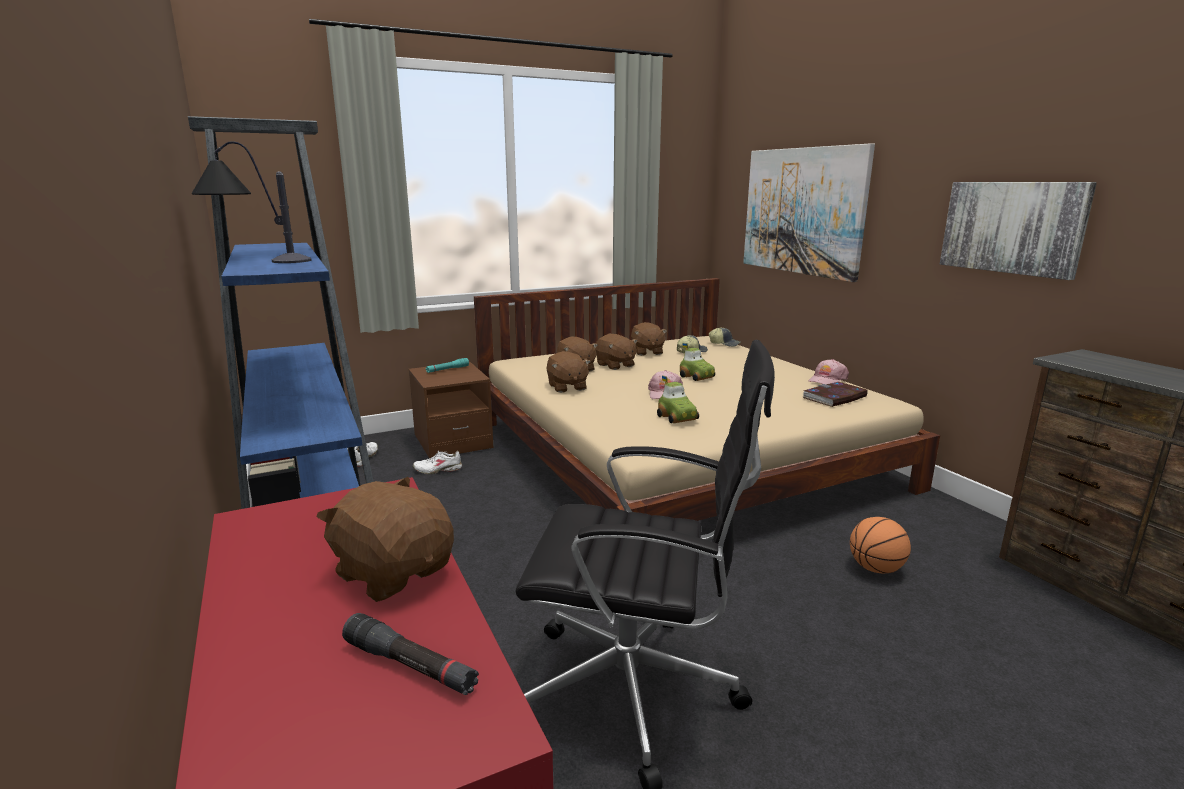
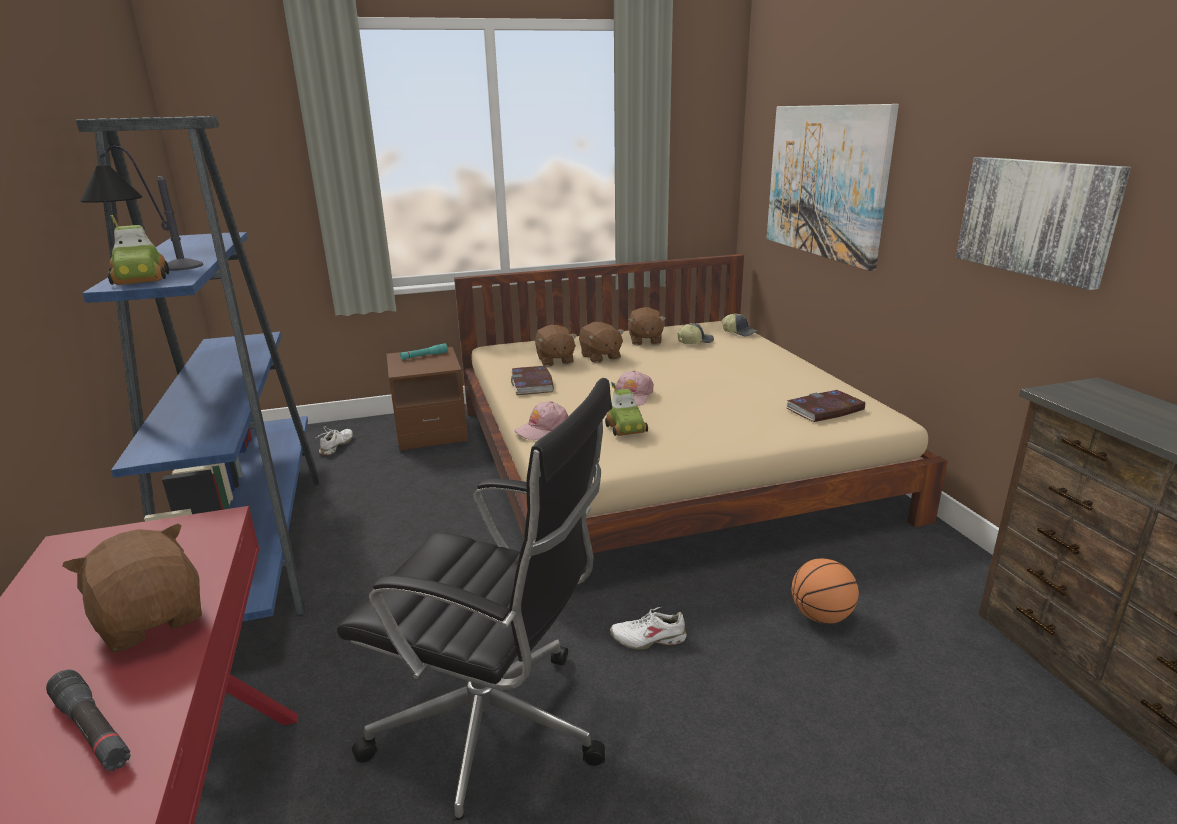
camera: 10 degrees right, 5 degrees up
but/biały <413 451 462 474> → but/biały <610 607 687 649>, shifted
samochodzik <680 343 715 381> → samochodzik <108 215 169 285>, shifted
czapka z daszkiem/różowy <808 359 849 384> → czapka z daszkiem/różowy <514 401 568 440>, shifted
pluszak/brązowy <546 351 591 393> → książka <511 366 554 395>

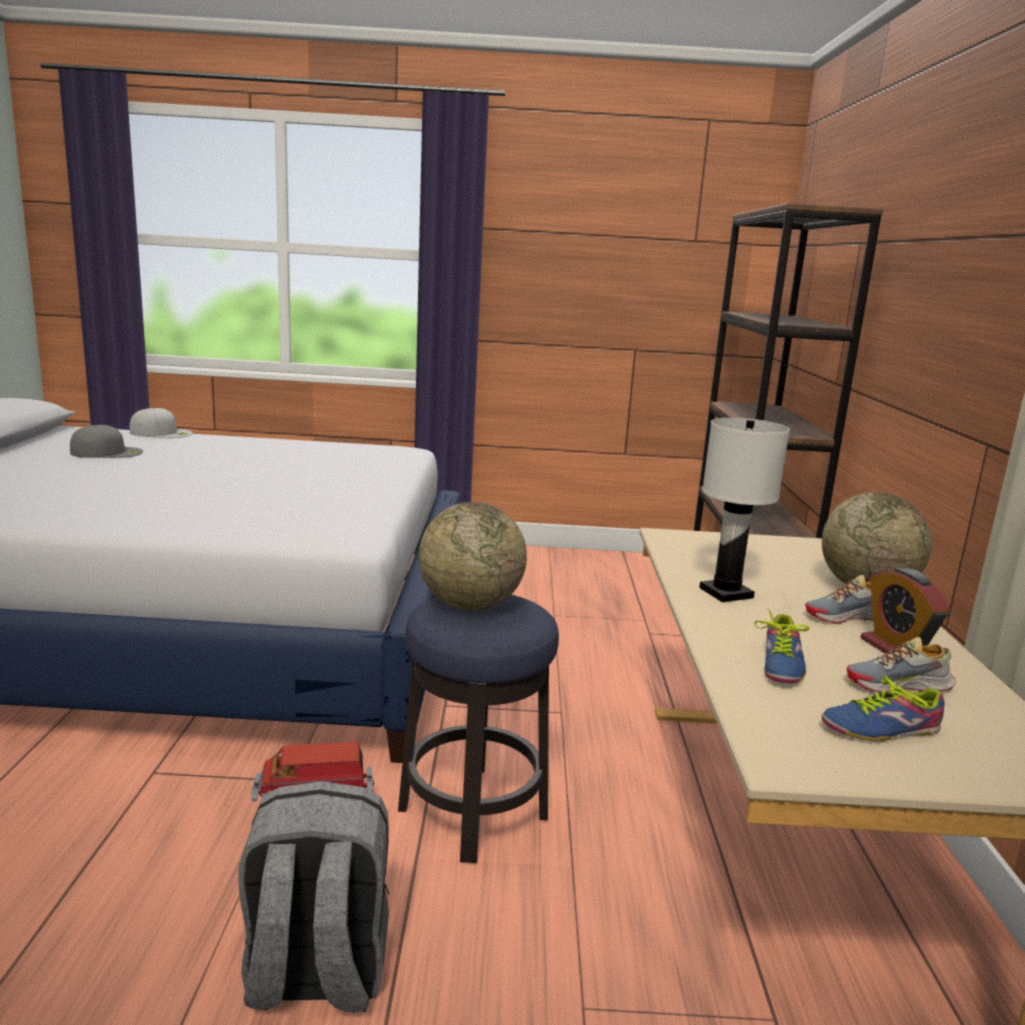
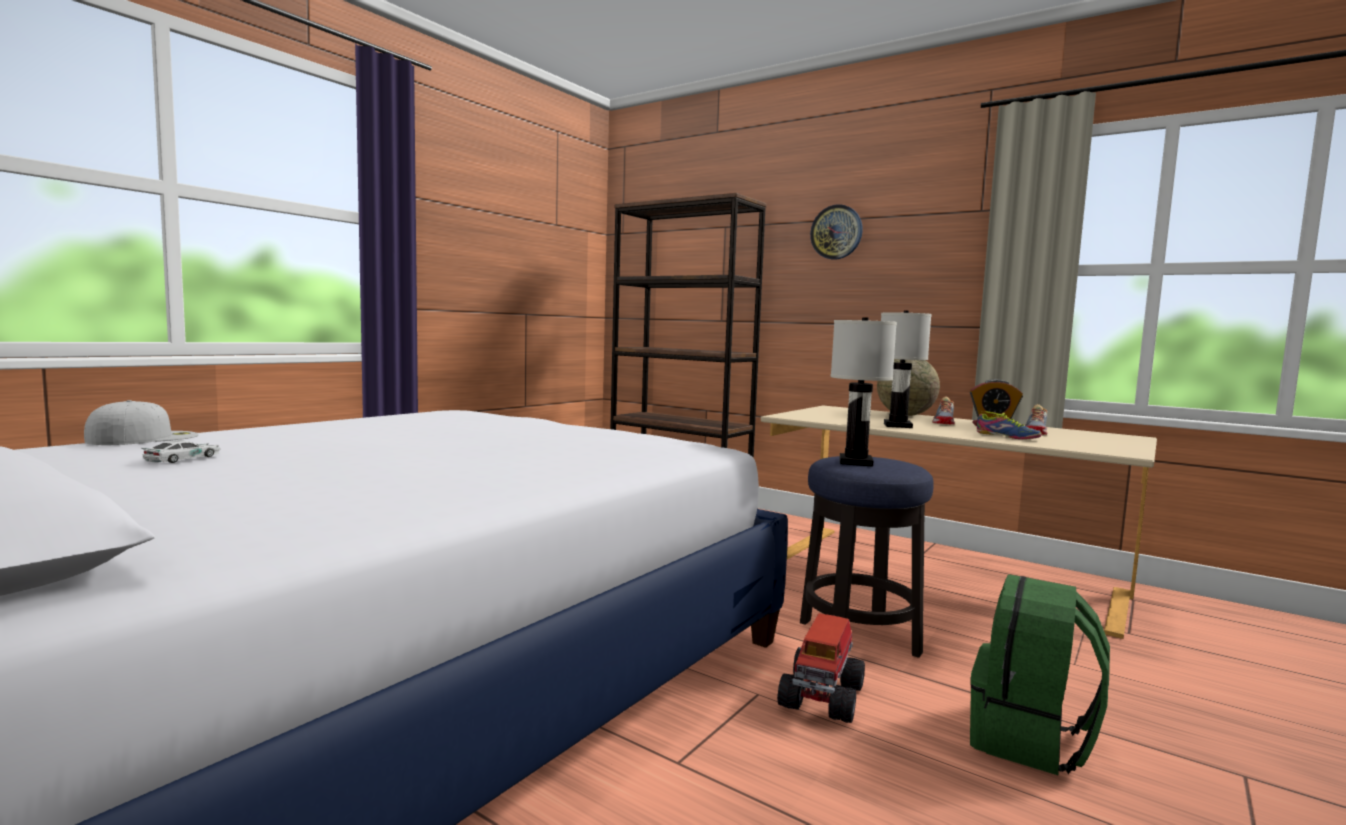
camera: 55 degrees left, 10 degrees down
but <821 675 945 741> → -
- → zegar ścienny <810 204 863 260>
czapka z daszkiem/szary <70 425 143 458> → samochodzik <141 440 221 463>
globus <419 502 527 611> → lampa stołowa/biały <831 317 897 467>
plecak/szary <238 781 389 1012> → plecak/zielony <970 574 1110 775>

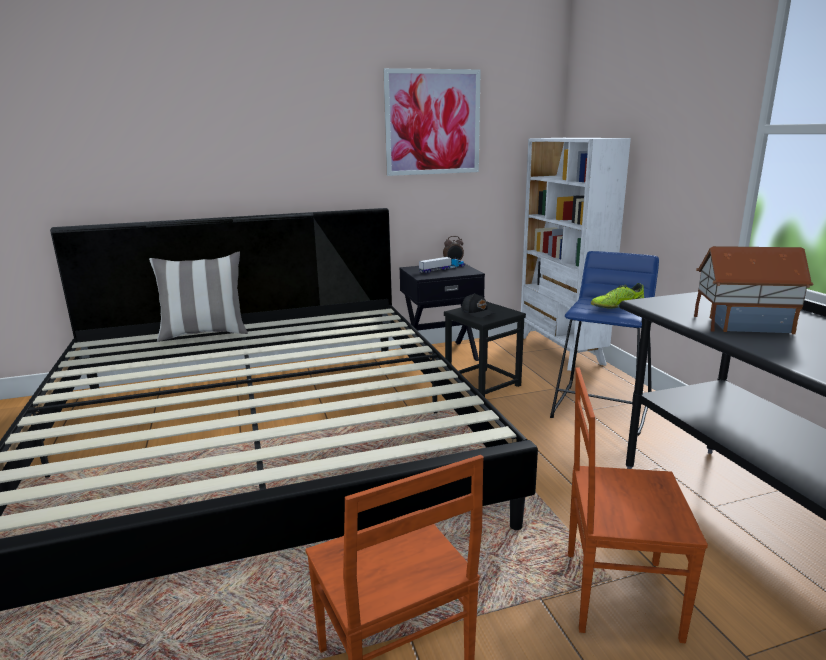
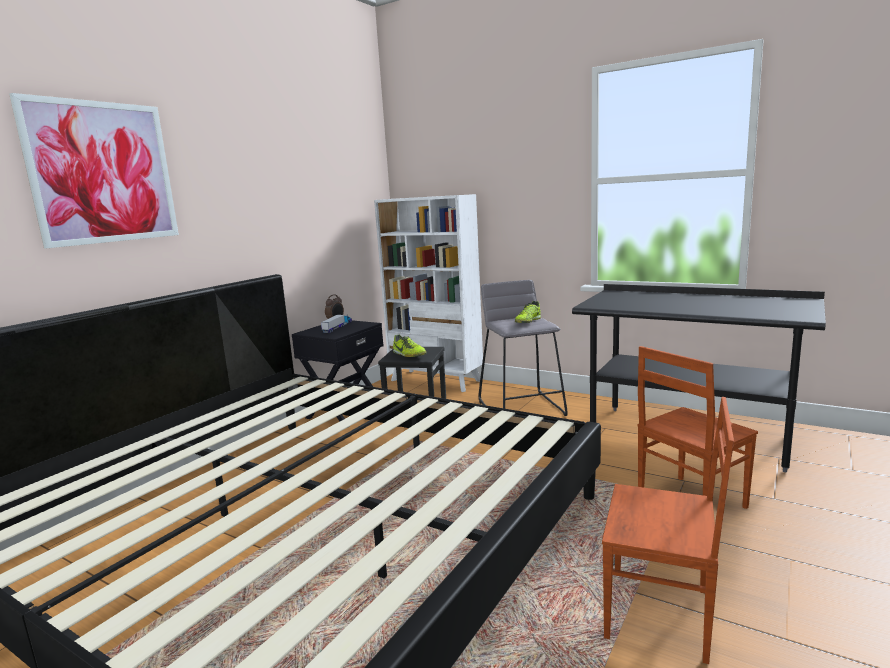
camera: 40 degrees left, 5 degrees down
poduszka <149 252 248 342> → -
domek <694 246 814 334> → -
obraz <384 68 481 176> → obraz <9 93 179 249>, shifted
czapka z daszkiem/czarny <462 293 496 318> → but <393 335 427 357>
stołek/niebieski <550 251 659 436> → stołek/szary <479 280 568 416>

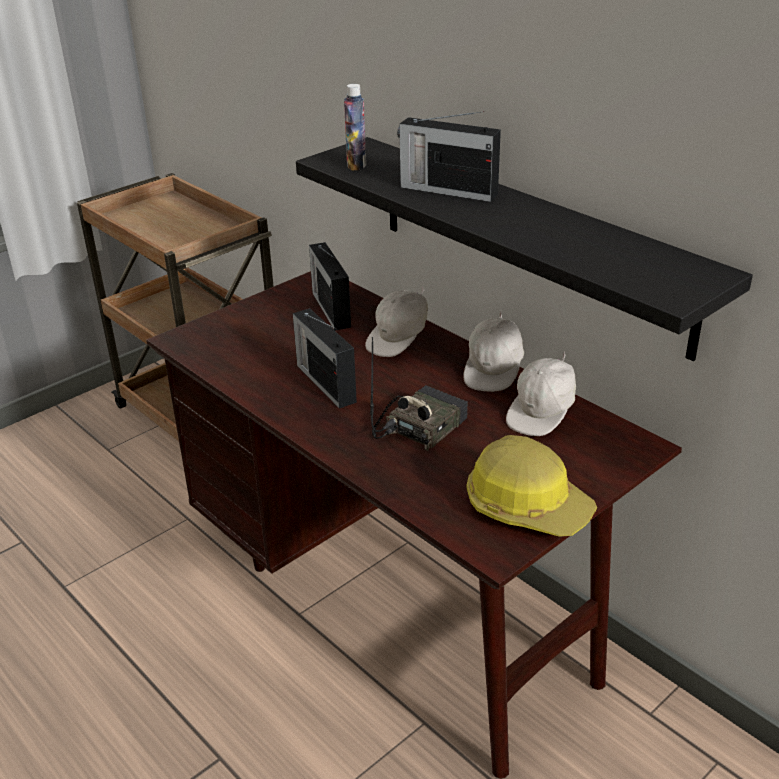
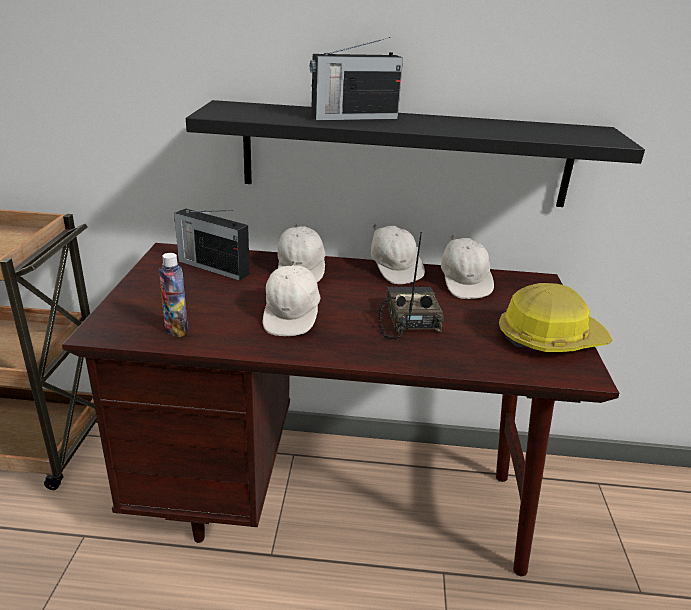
camera: 45 degrees left, 5 degrees down
butelka <344 84 366 171> → butelka <159 253 188 337>, shifted
radio <293 308 357 409> → czapka z daszkiem/biały <263 261 320 336>

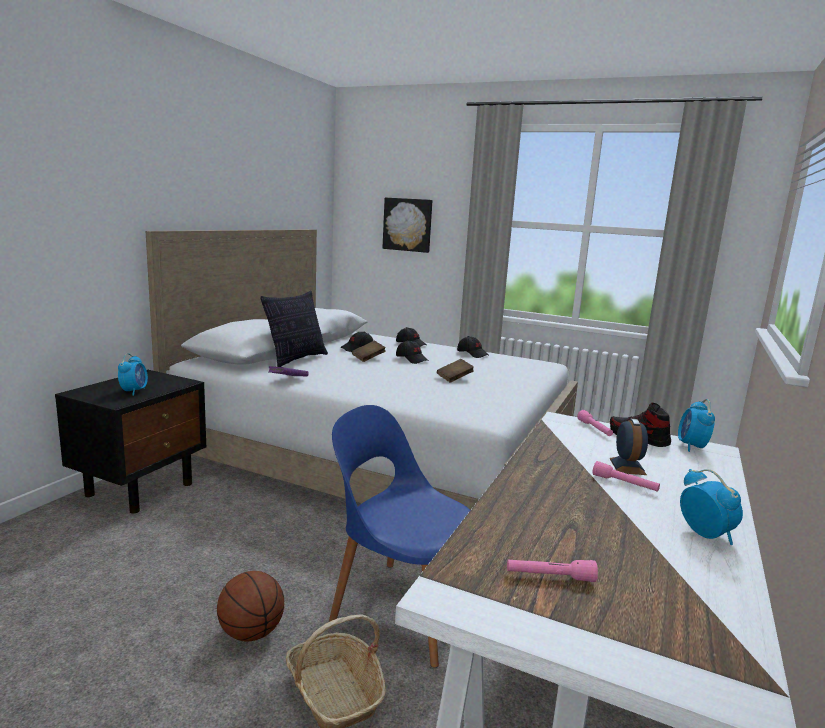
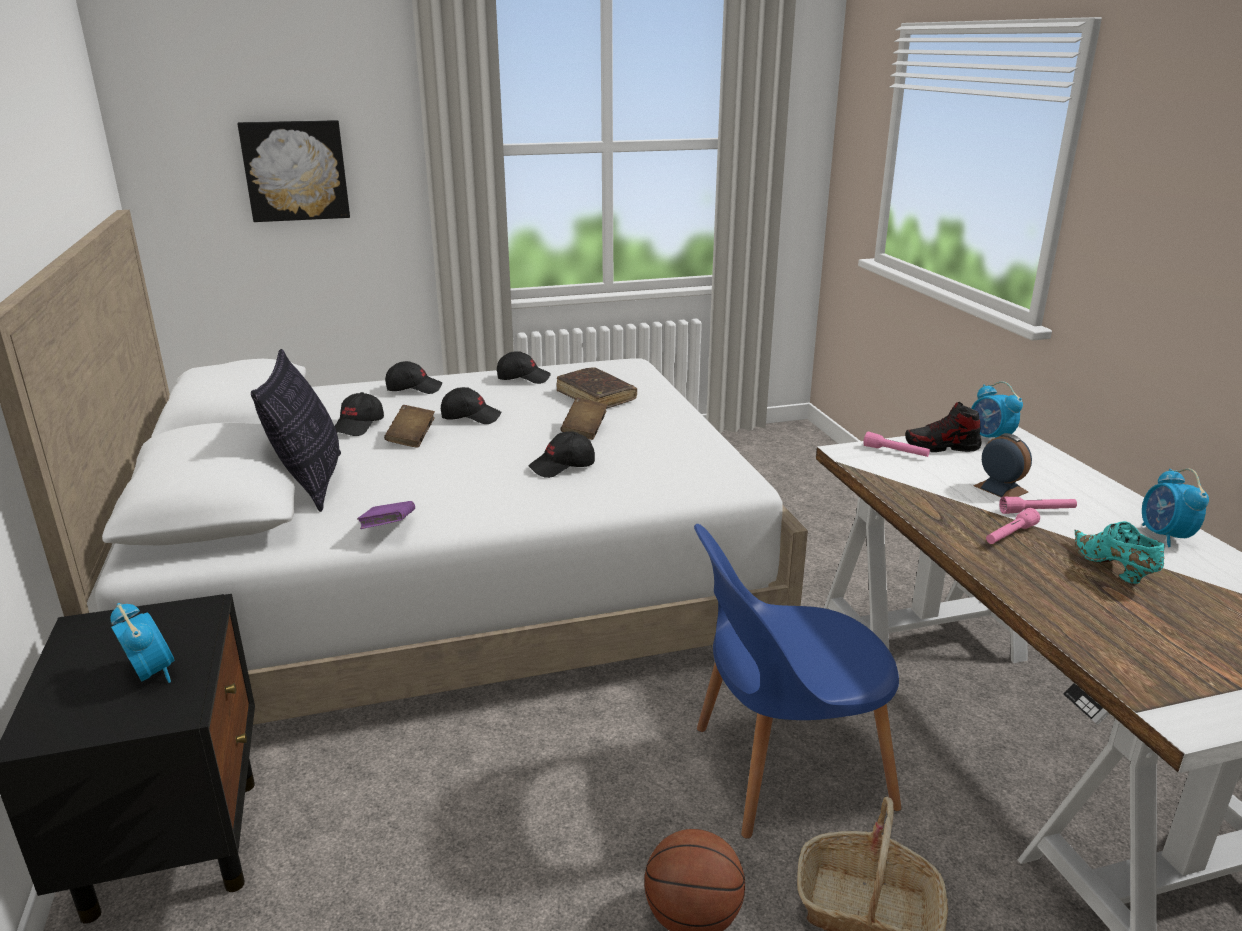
camera: 40 degrees left, 10 degrees up
- → czapka z daszkiem/czarny <528 431 595 478>
- → książka/brązowy <557 367 637 409>
- → but/turkusowy <1074 521 1164 584>
latarka/różowy <507 559 598 582> → latarka/różowy <986 508 1040 544>, shifted
budzik <680 469 743 545> → budzik <1142 468 1209 547>, 120 degrees counterclockwise

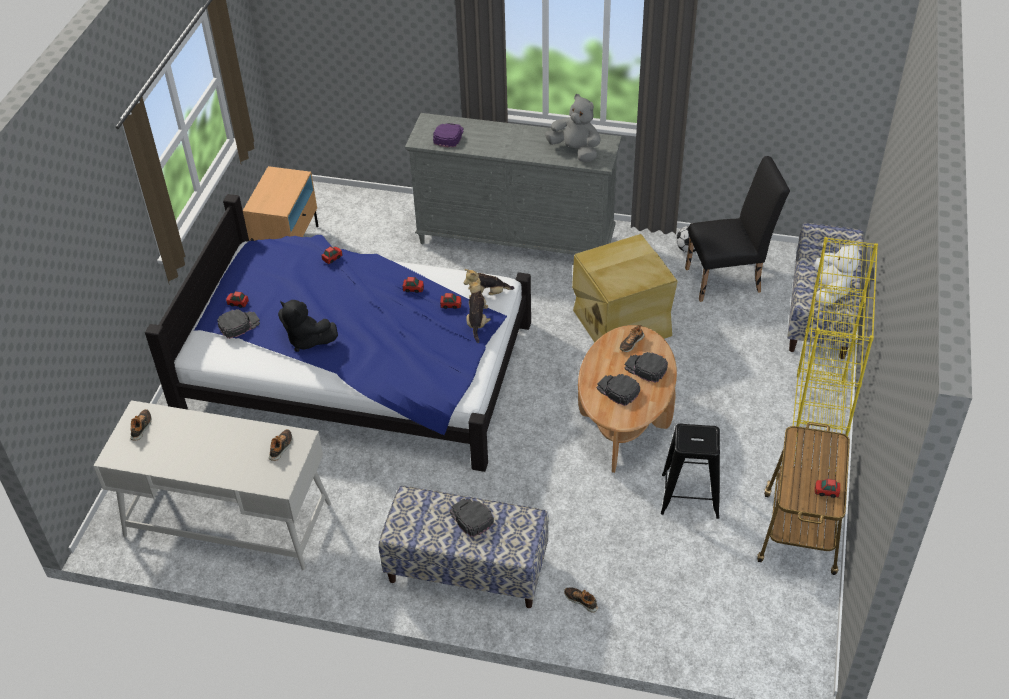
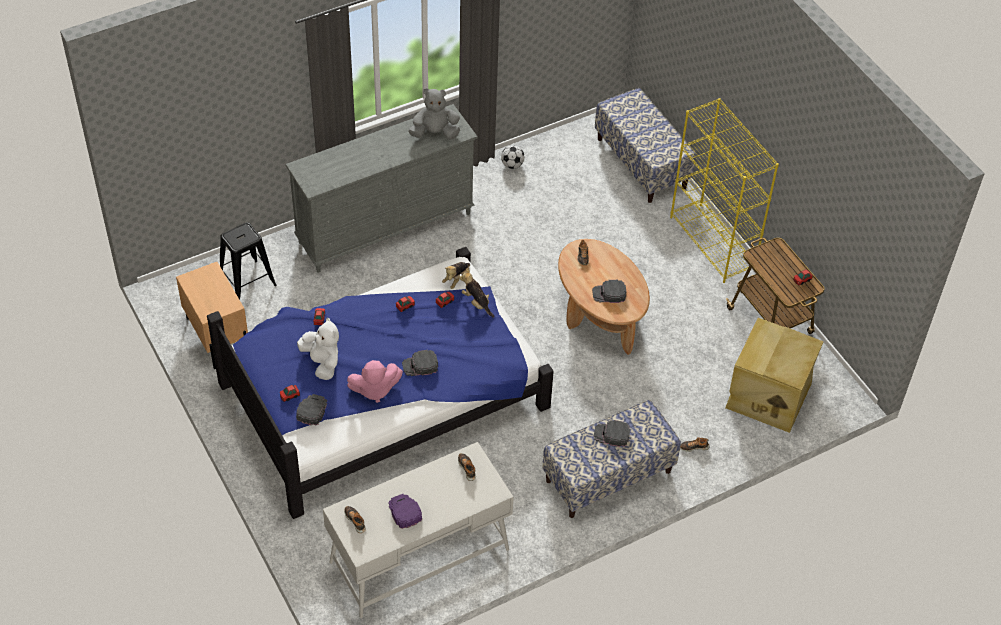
camera: 45 degrees left, 5 degrees up
krzesło/czarny <685 156 790 302> → -
czapka z daszkiem/fioletowy <433 123 464 148> → czapka z daszkiem/fioletowy <388 494 422 529>, shifted
pojemnik do przechowywania/beżowy <572 234 678 342> → pojemnik do przechowywania/beżowy <725 318 823 433>, shifted
czapka z daszkiem/czarny <625 352 668 383> → czapka z daszkiem/czarny <402 350 438 376>, shifted
stołek/czarny <661 424 720 519> → stołek/czarny <220 222 276 300>, shifted
pluszak/biały <815 243 860 306> → pluszak/biały <297 317 339 380>, shifted
pluszak/czarny <278 300 338 352> → pluszak/różowy <347 360 403 403>

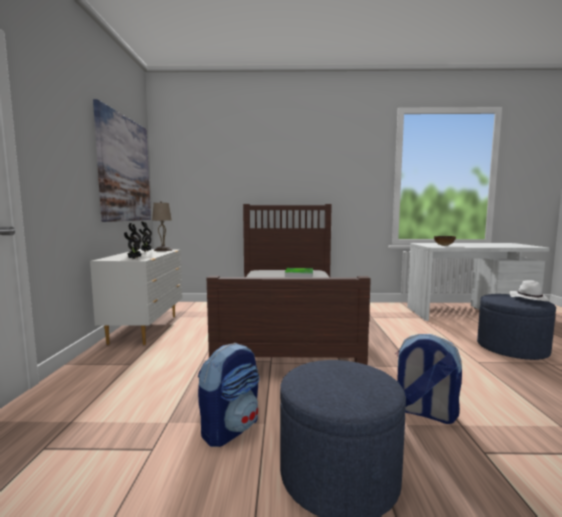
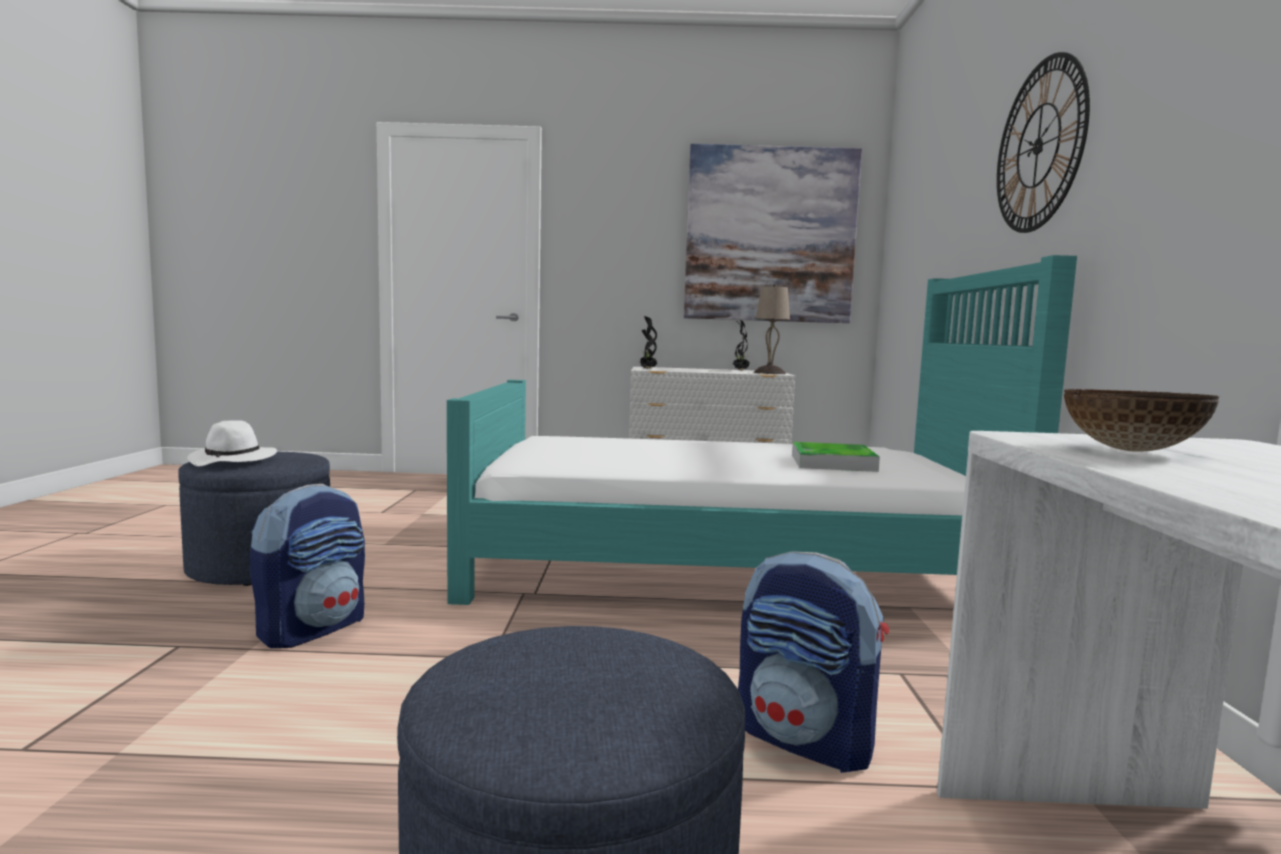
camera: 90 degrees right, 0 degrees up
- → zegar ścienny <997 52 1090 233>
plecak <198 343 260 447> → plecak <738 551 889 773>, shifted
kapelusz/biały <509 280 550 301> → kapelusz/biały <187 420 277 466>, shifted
łóżko/brązowy <207 204 371 365> → łóżko/turkusowy <447 255 1077 605>

